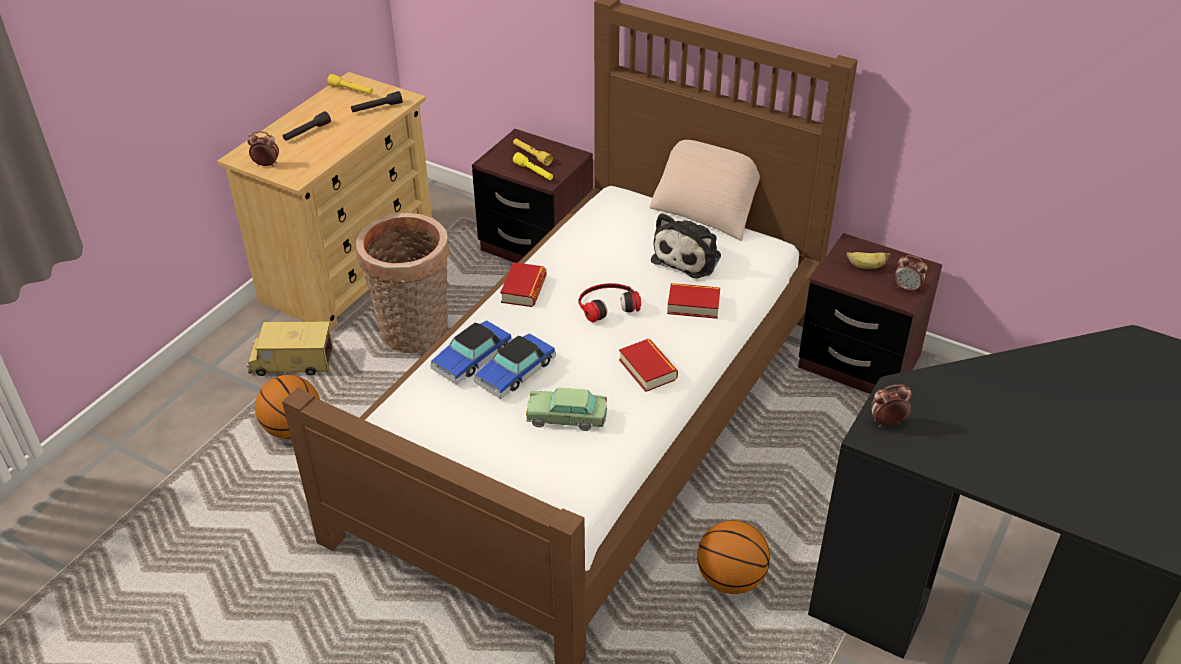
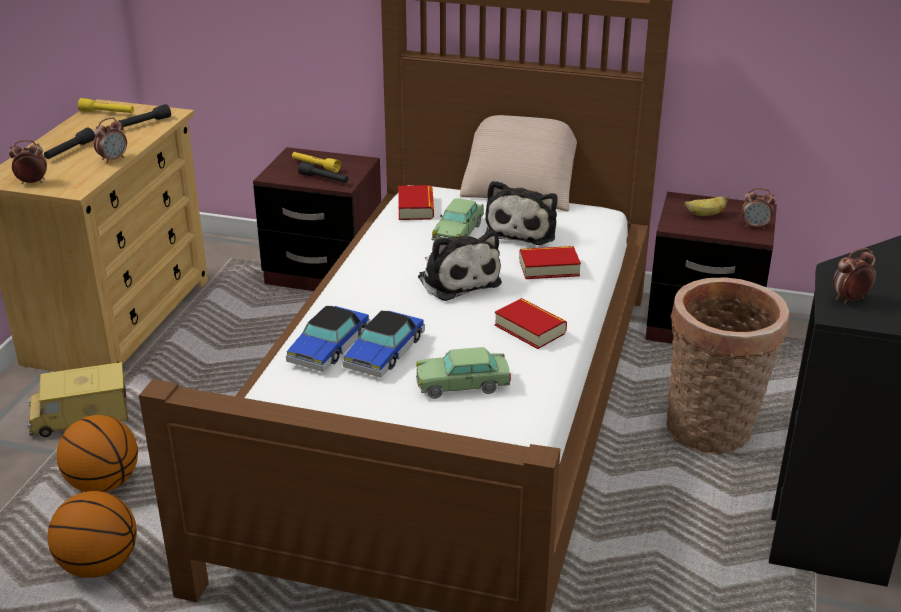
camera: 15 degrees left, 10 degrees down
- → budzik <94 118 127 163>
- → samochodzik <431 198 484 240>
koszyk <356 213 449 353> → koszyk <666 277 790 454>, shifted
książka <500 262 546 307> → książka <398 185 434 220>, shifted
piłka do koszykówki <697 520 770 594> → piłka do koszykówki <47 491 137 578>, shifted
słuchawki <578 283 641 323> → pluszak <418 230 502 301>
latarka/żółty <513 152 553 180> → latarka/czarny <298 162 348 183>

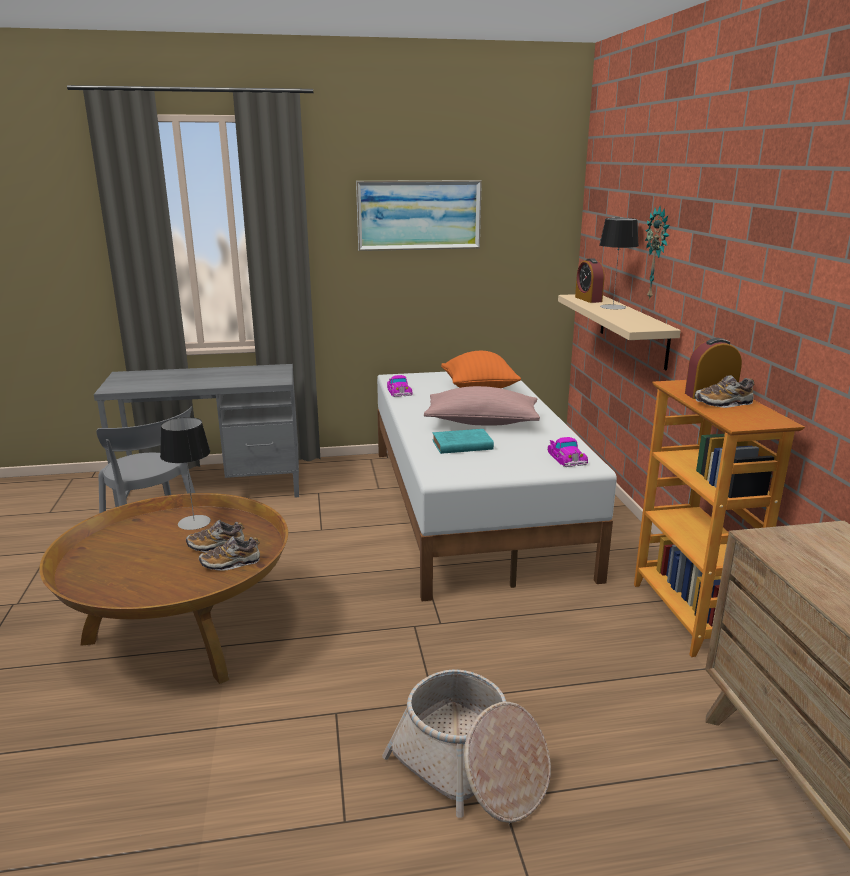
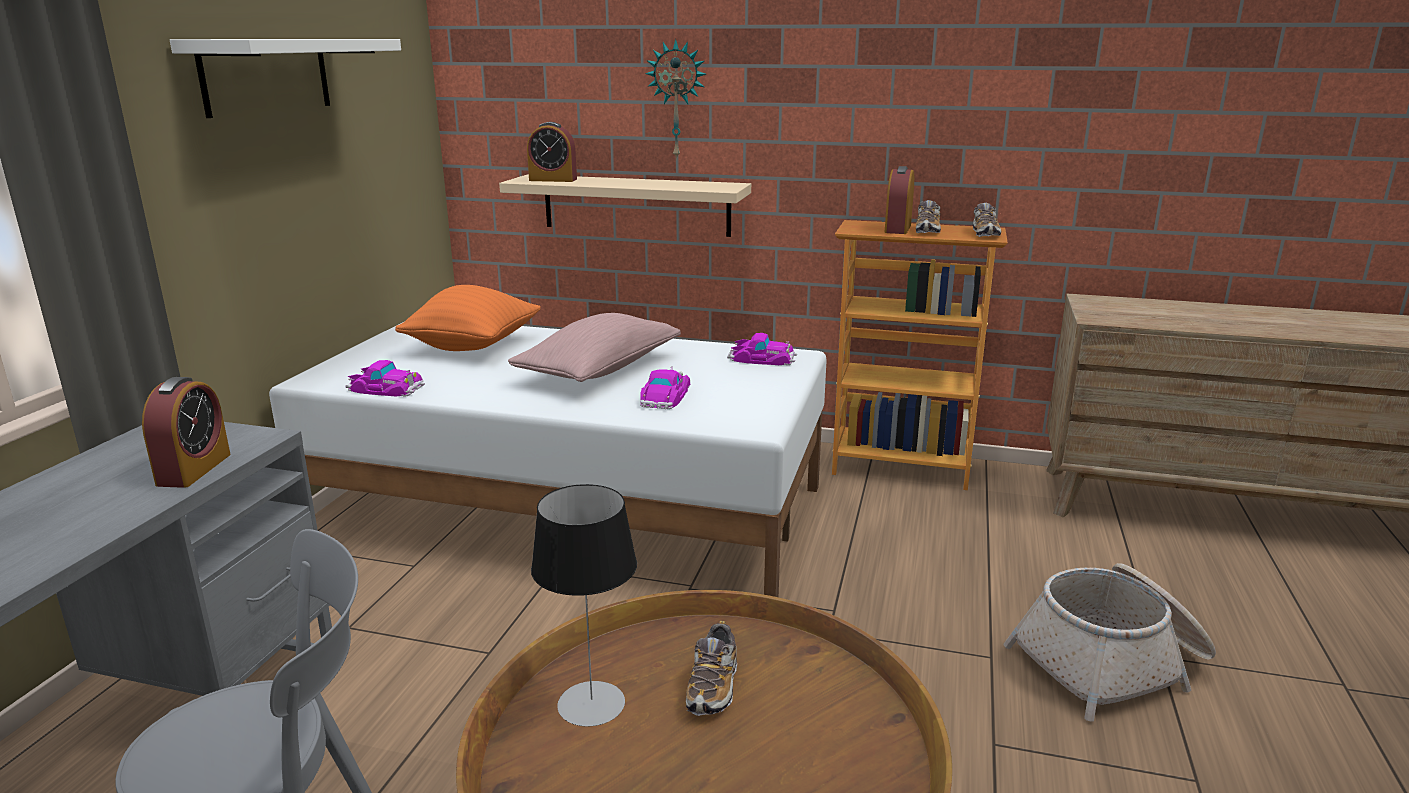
camera: 65 degrees left, 0 degrees up
lampa stołowa <599 218 639 309> → -
- → budzik <142 377 231 488>
but <199 536 260 571> → but <973 203 1001 237>, shifted
obraz <356 180 482 251> → półka/biały <170 39 401 118>
książka/turkusowy <432 429 494 454> → samochodzik <640 366 690 409>

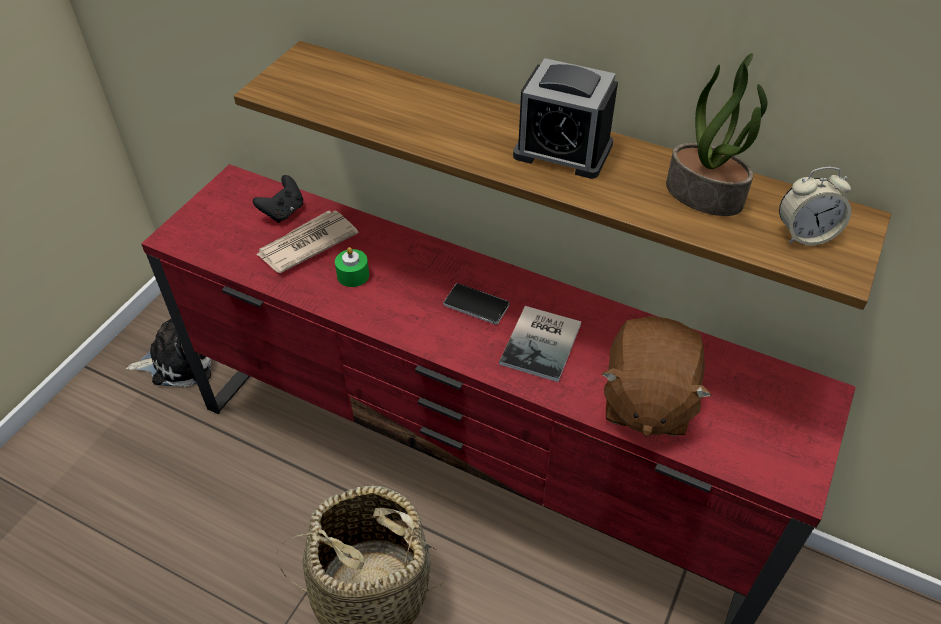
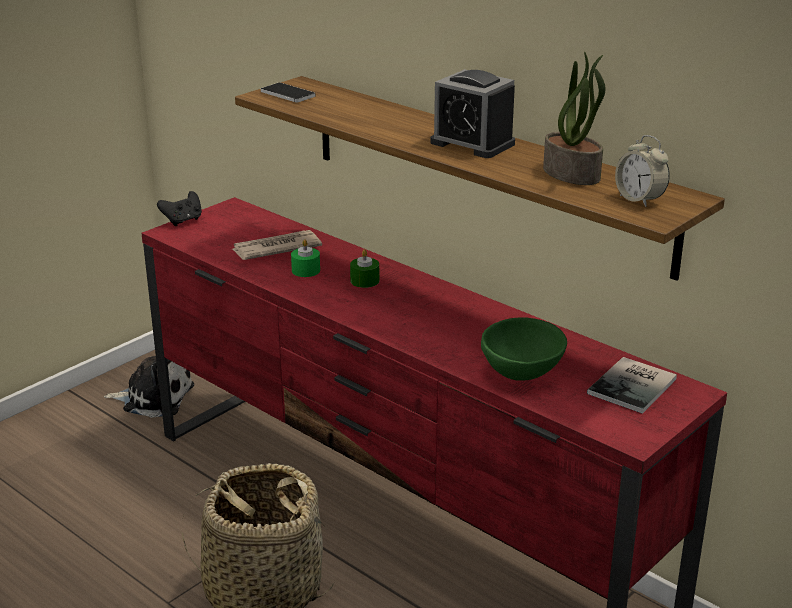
camera: 15 degrees right, 20 degrees down
- → świeca/zielony <350 249 379 288>
pad do gier/czarny <253 175 303 223> → pad do gier/czarny <157 191 202 226>, shifted
telefon <443 283 510 325> → telefon <261 82 315 102>, shifted
książka <499 306 581 382> → książka <587 357 677 414>, shifted
pluszak/brązowy <602 316 711 436> → miska/zielony <481 317 567 381>
budzik <779 167 851 245> → budzik <615 135 670 207>, 45 degrees clockwise

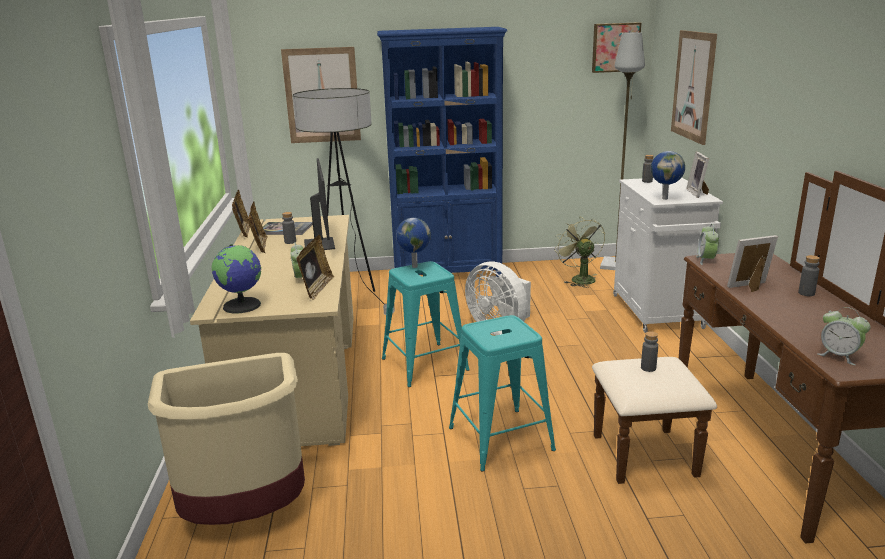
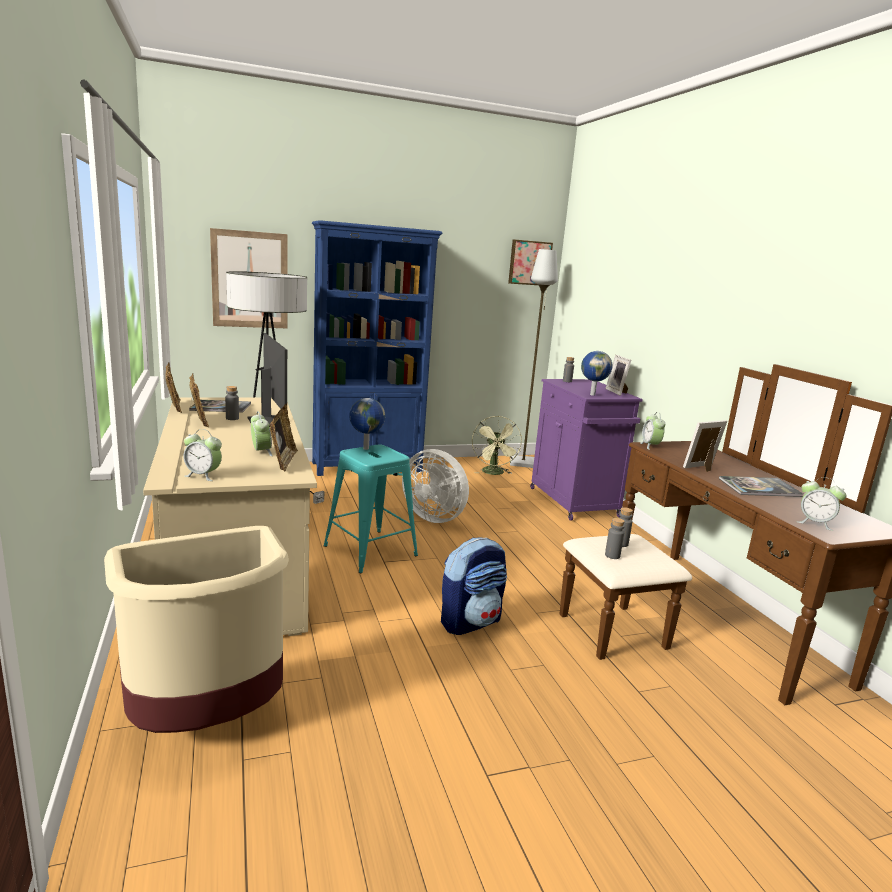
camera: 15 degrees left, 5 degrees down
obraz <671 30 717 145> → -
- → książka <719 476 803 497>
butelka/szary <798 255 820 296> → butelka/szary <605 518 625 559>, shifted
globus <212 244 261 313> → budzik <184 429 222 481>
stołek/turkusowy <449 315 556 472> → plecak <441 537 507 635>
szafka/biały <613 178 723 333> → szafka/fioletowy <530 379 643 521>
wentylator/zielony <554 217 605 288> → wentylator/zielony <472 416 522 475>, 150 degrees counterclockwise

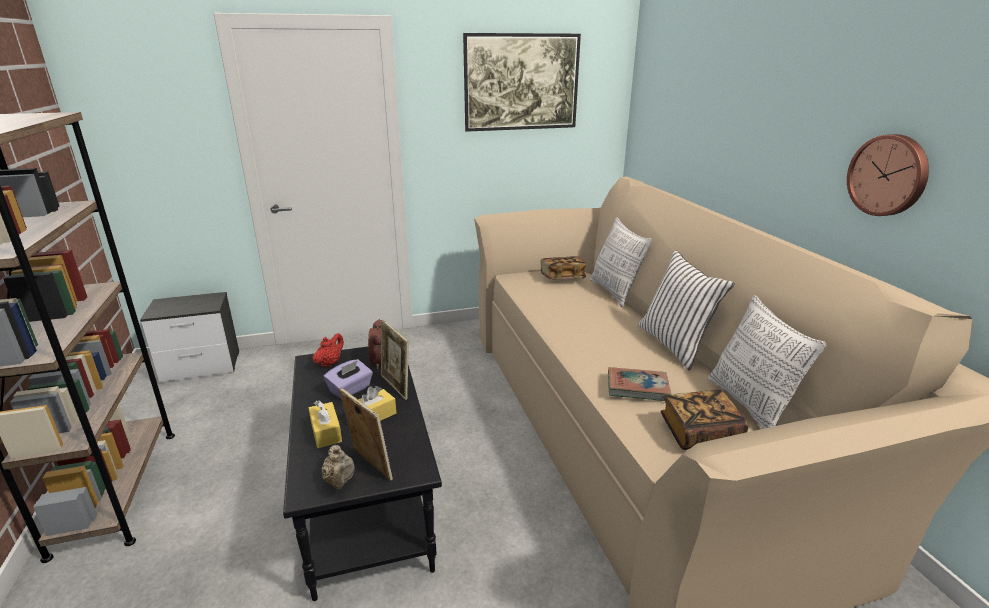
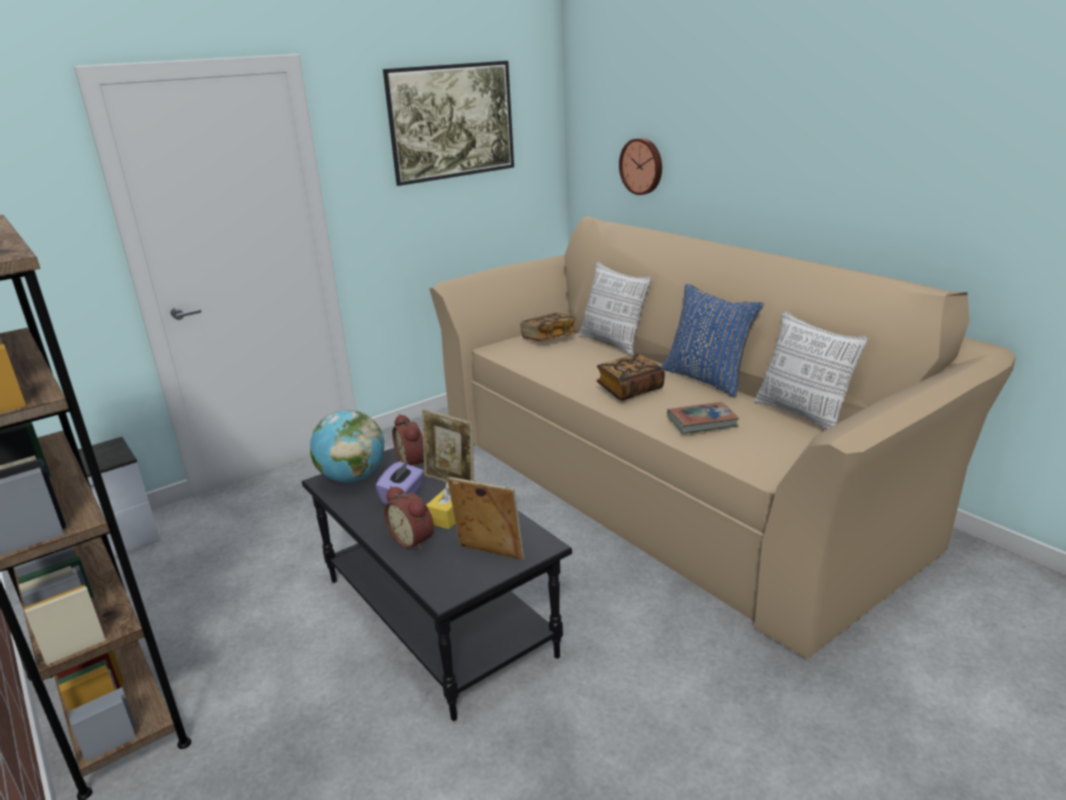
camera: 20 degrees left, 0 degrees up
imbryk/beżowy <322 445 355 489> → -
książka <660 390 748 450> → książka <596 354 665 401>, shifted
zegar ścienny <847 134 929 216> → zegar ścienny <619 138 662 195>, shifted
pudełko chusteczek/żółty <309 400 342 448> → budzik <384 486 434 551>
imbryk/czerwony <313 333 344 367> → globus <310 410 384 483>
poduszka/biały <638 250 734 370> → poduszka/niebieski <661 284 764 398>

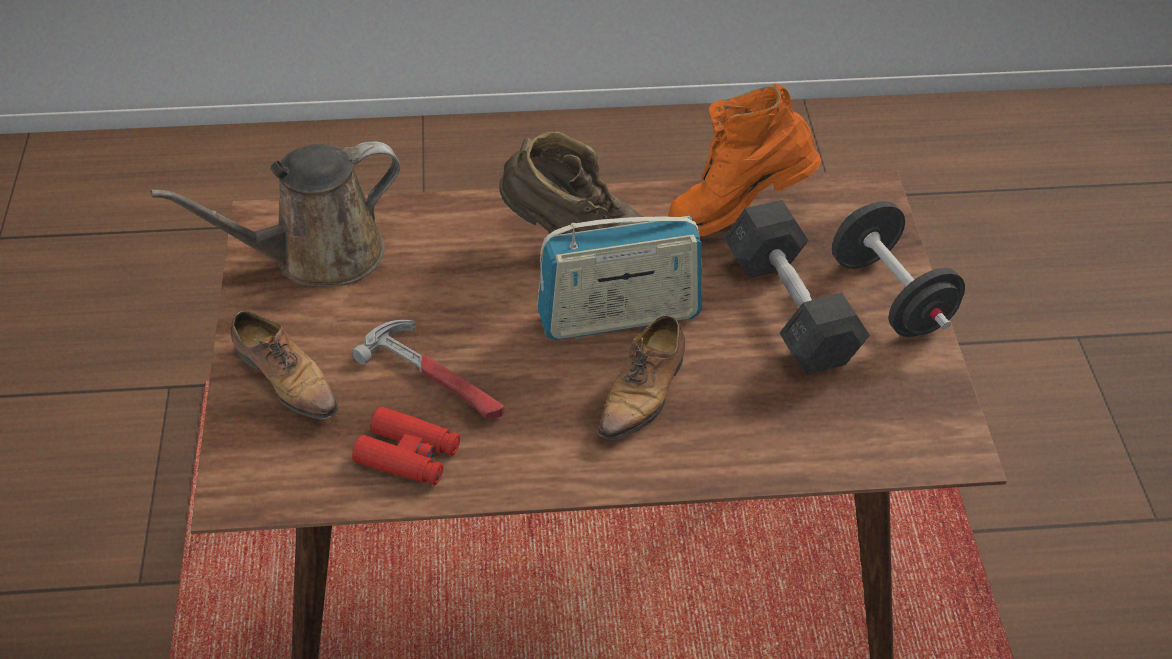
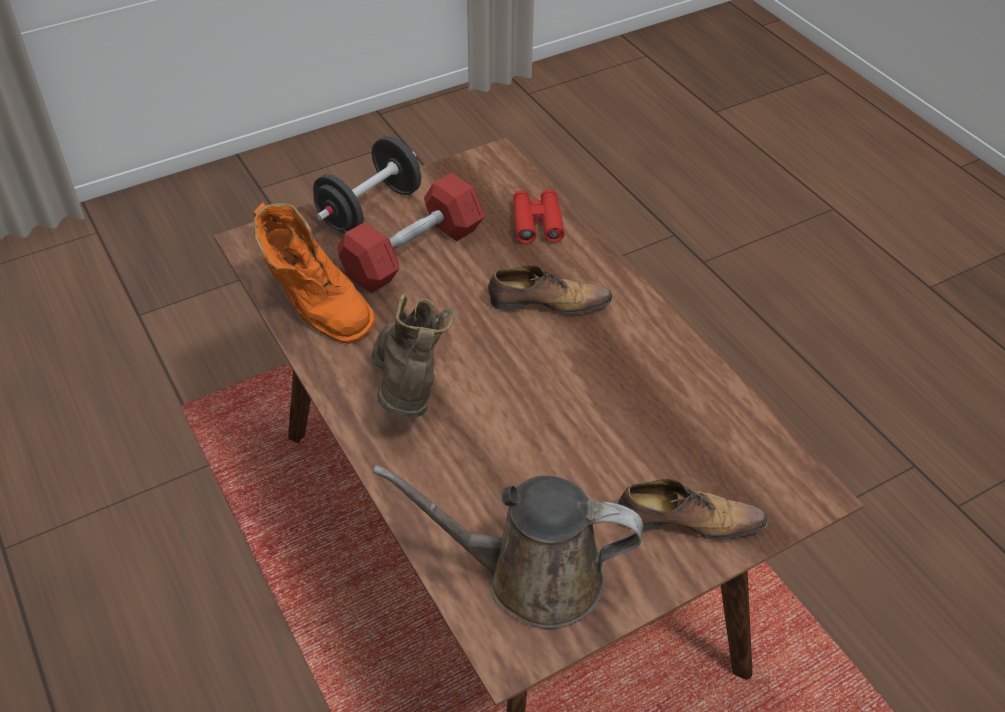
camera: 115 degrees left, 0 degrees up
młotek <352 320 504 419> → -
radio <537 216 702 340> → -
lornetka/czerwony <352 407 460 485> → lornetka/czerwony <513 189 565 244>, shifted
hantel/szary <724 200 870 375> → hantel/czerwony <337 173 485 293>
konewka/brązowy <150 141 400 286> → konewka/brązowy <373 465 643 629>, 150 degrees clockwise
but <231 311 339 420> → but <618 479 767 540>, 75 degrees clockwise

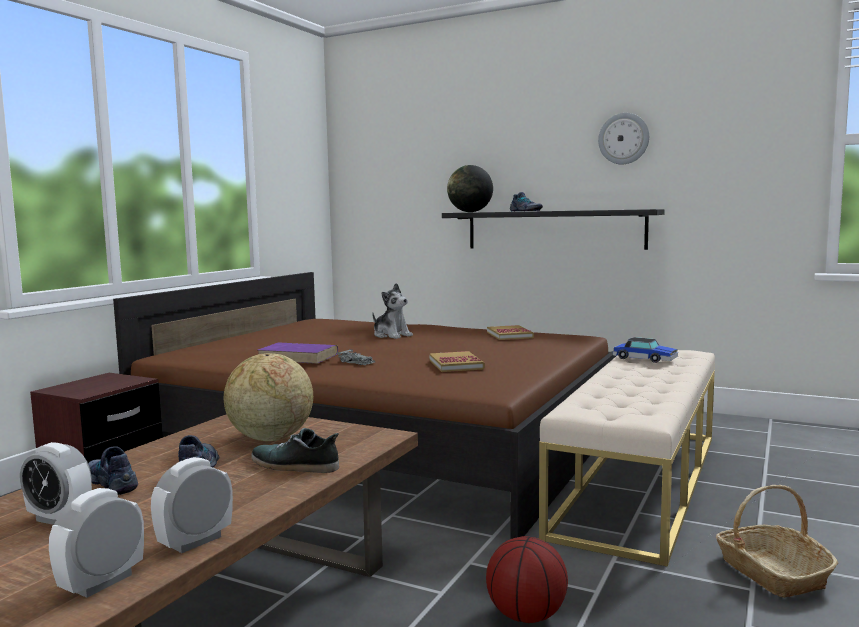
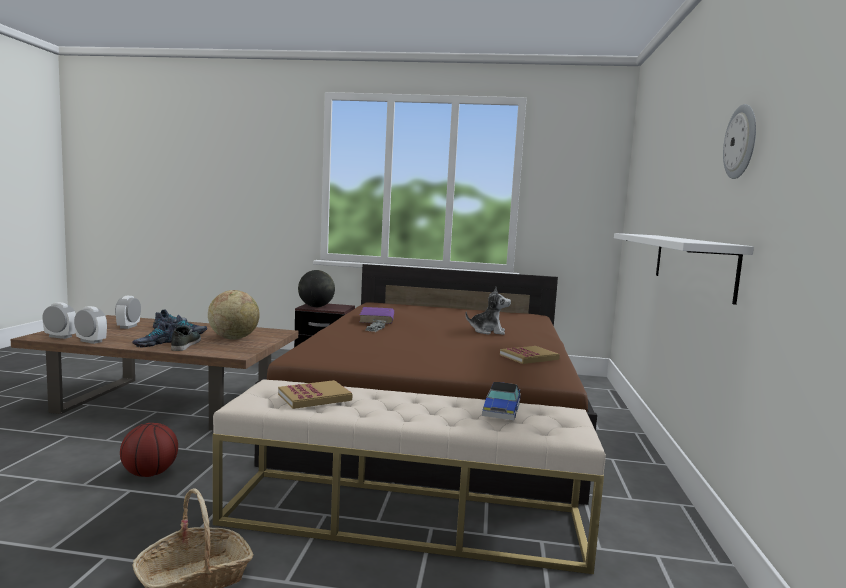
camera: 70 degrees right, 0 degrees up
książka <429 351 485 372> → książka <278 380 352 409>, shifted
globus <447 165 493 212> → globus <298 270 335 307>, shifted
but <510 192 543 211> → but <132 322 173 348>, shifted
półka/czarny <442 209 665 250> → półka/biały <614 233 754 305>
pluszak <372 283 413 339> → pluszak <465 286 511 335>, 105 degrees counterclockwise

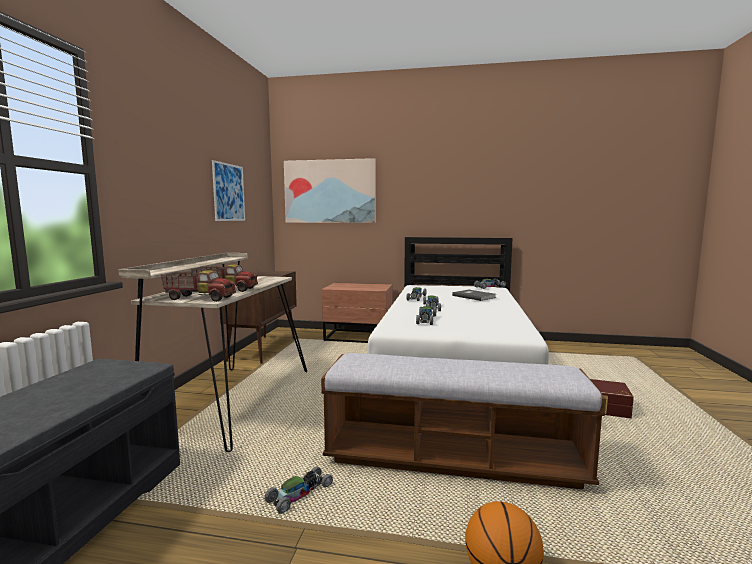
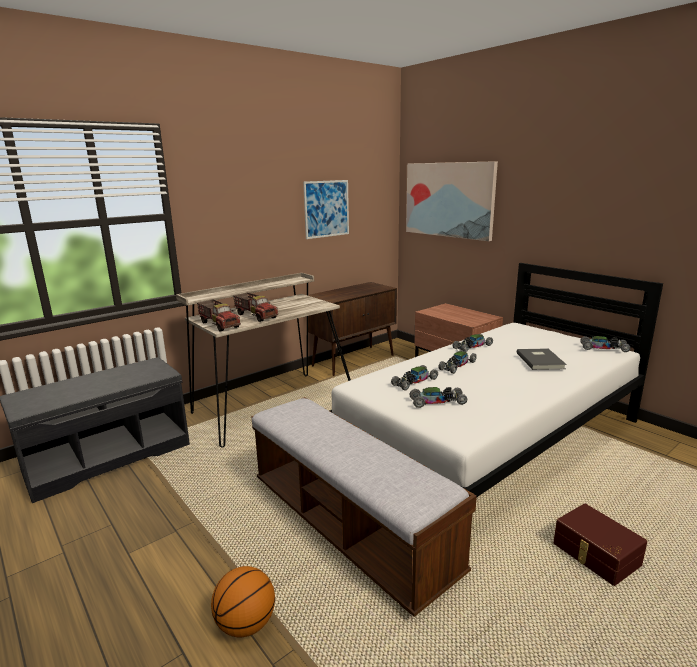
camera: 40 degrees right, 10 degrees up
samochodzik <264 467 333 514> → samochodzik <409 387 467 408>, shifted

